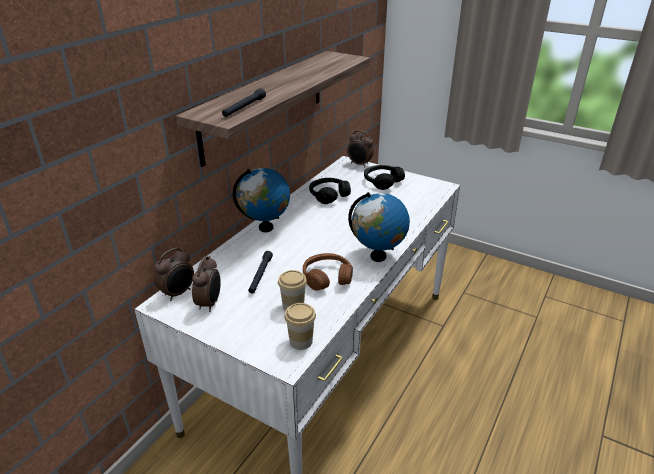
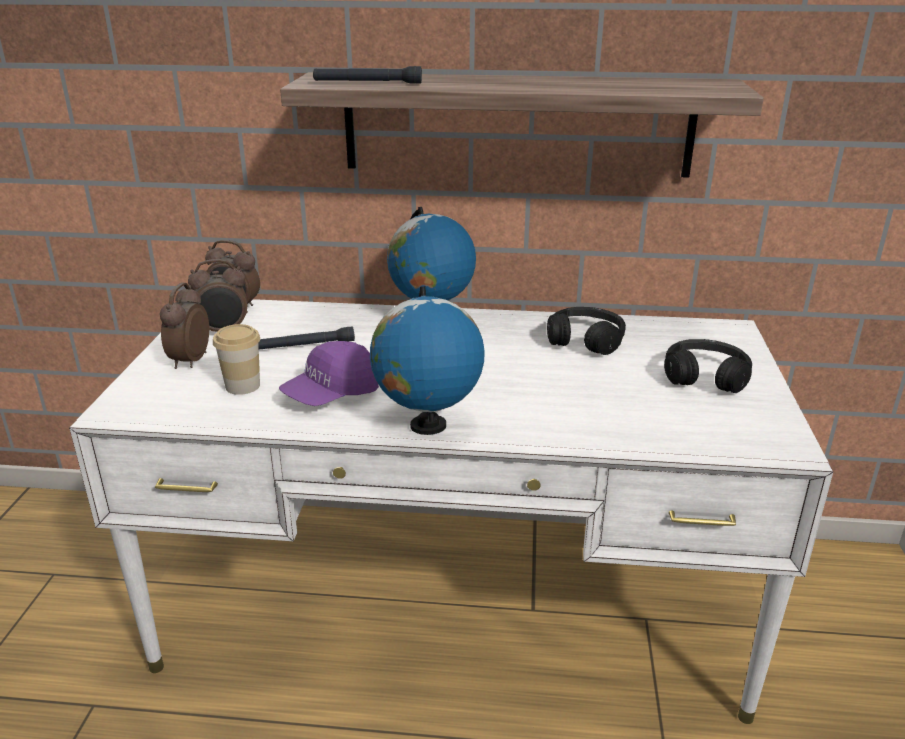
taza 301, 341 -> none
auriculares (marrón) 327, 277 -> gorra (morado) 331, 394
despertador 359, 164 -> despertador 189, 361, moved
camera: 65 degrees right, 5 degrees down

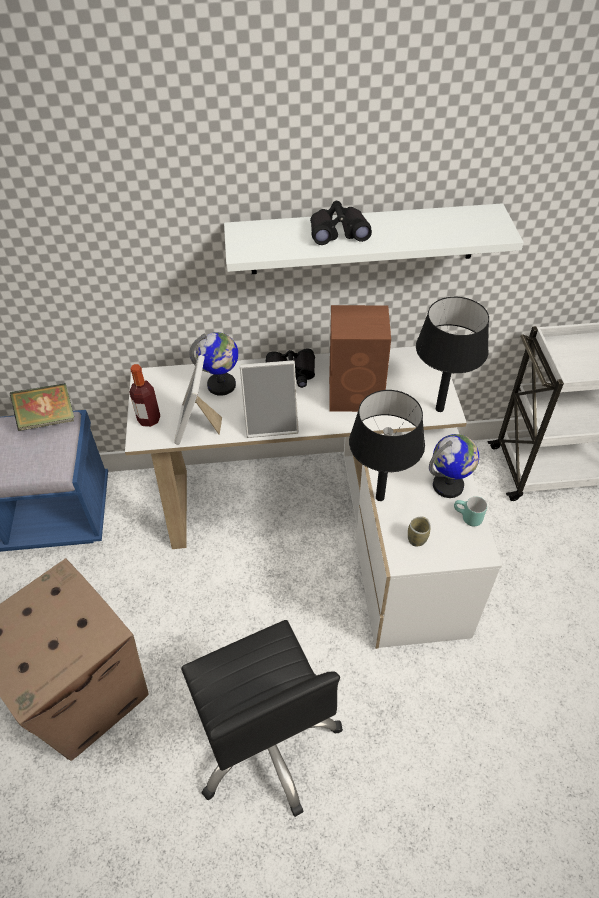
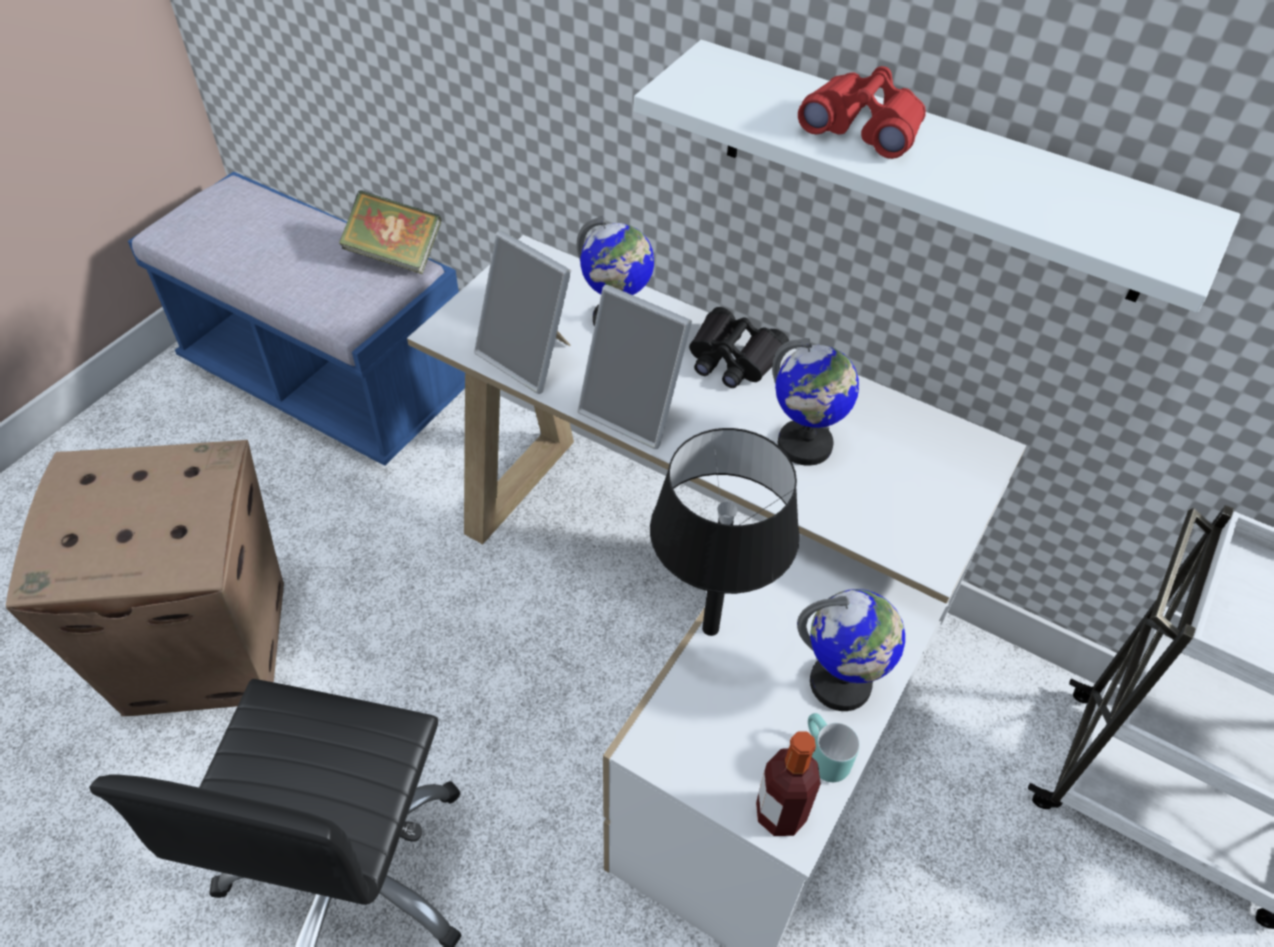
botella 149, 419 -> botella 780, 813, moved
portarretratos 197, 426 -> portarretratos 529, 358, 90 degrees counterclockwise
prismáticos (negro) 338, 232 -> prismáticos (rojo) 863, 128
altavoz (marrón) 357, 394 -> globo terráqueo 804, 445
taza 417, 539 -> none
lámpara de mesa (negro) 439, 409 -> none
camera: 35 degrees right, 0 degrees up

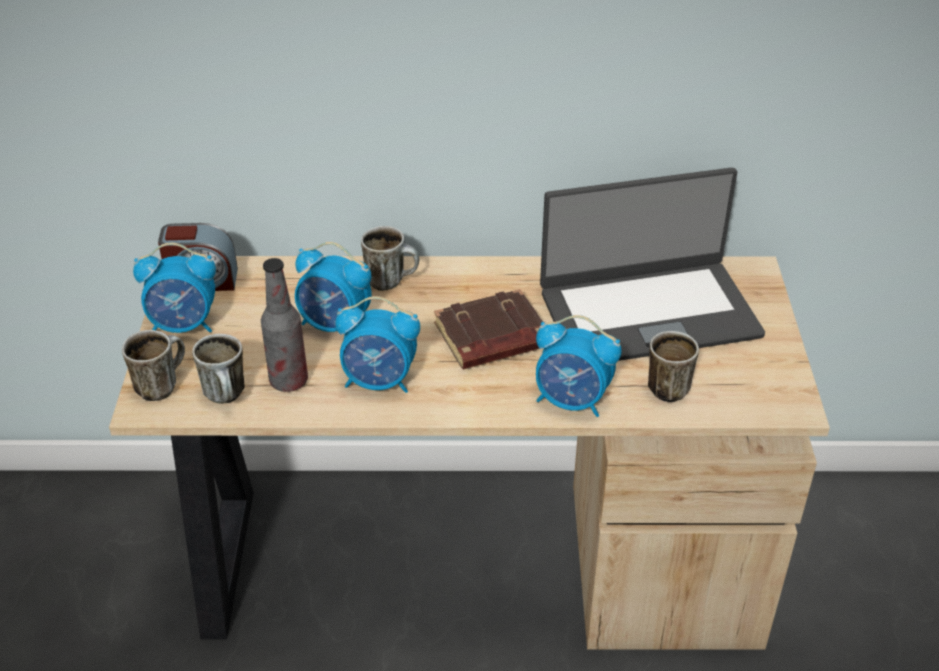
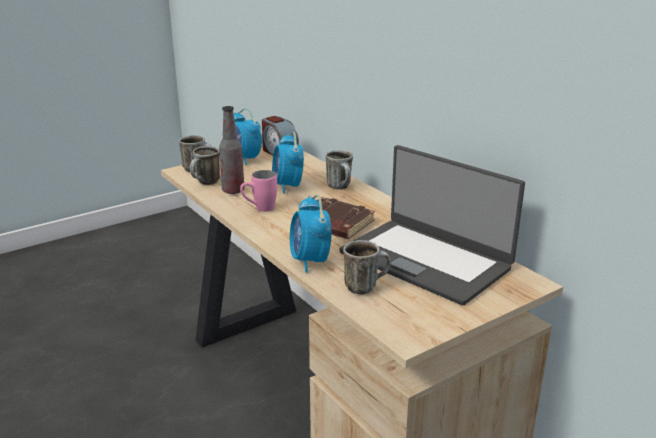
despertador 380, 381 -> taza grande (rosa) 259, 209
camera: 55 degrees right, 15 degrees down

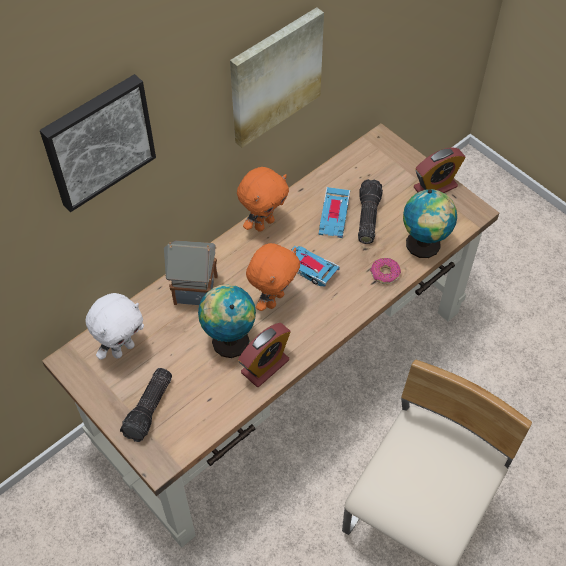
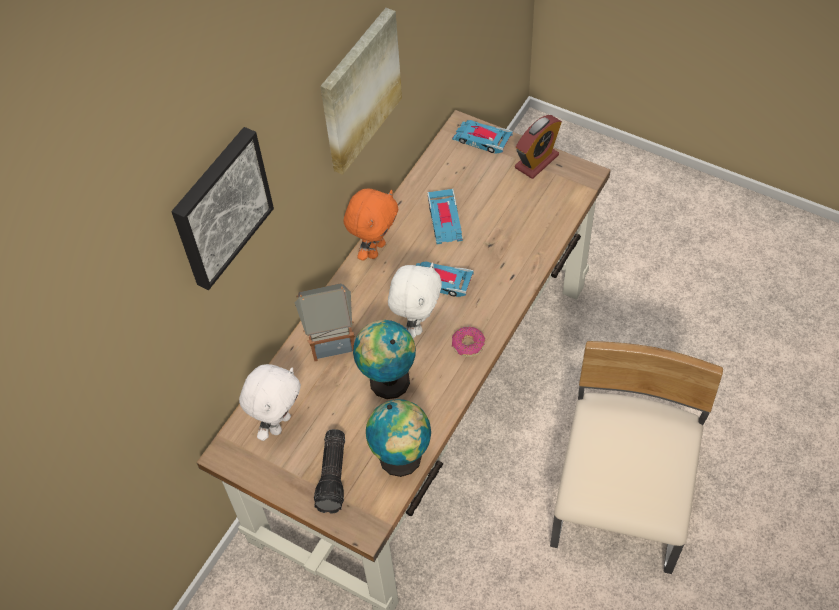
despertador 265, 366 -> none
peluche (naranja) 273, 299 -> peluche (blanco) 416, 324
linterna 366, 217 -> none
rosquilla 384, 274 -> rosquilla 468, 345, moved
globo terráqueo 424, 246 -> globo terráqueo 402, 459, moved
none -> coche de juguete 482, 139
camera: 15 degrees left, 0 degrees up

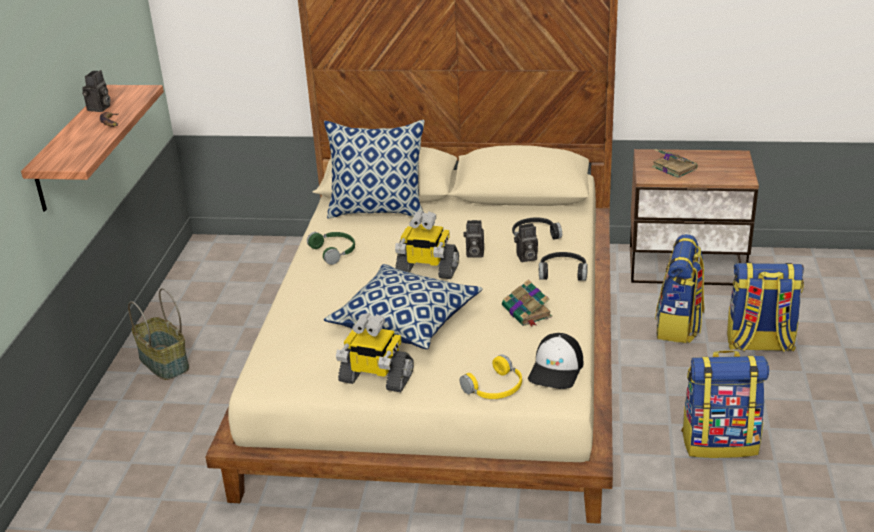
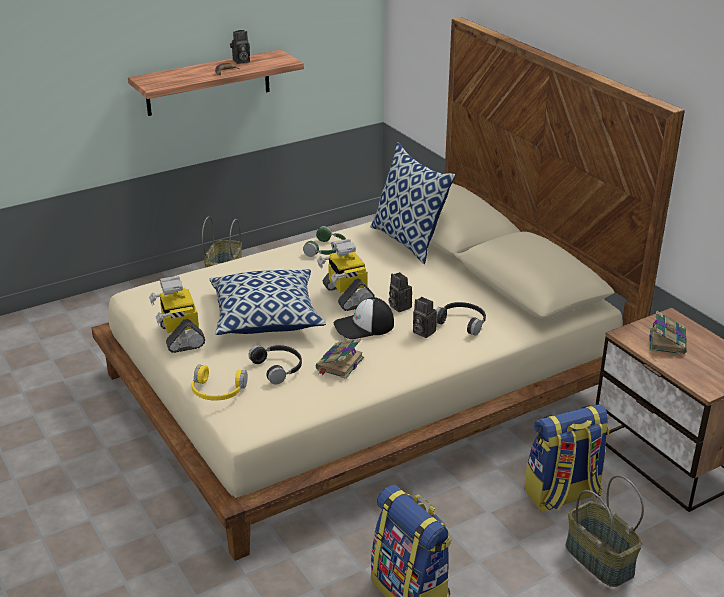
gorra 556, 369 -> gorra 364, 326, moved
auriculares (negro) 563, 272 -> auriculares (negro) 279, 368, moved
mochila 759, 344 -> cesta 598, 559
camera: 50 degrees right, 0 degrees up

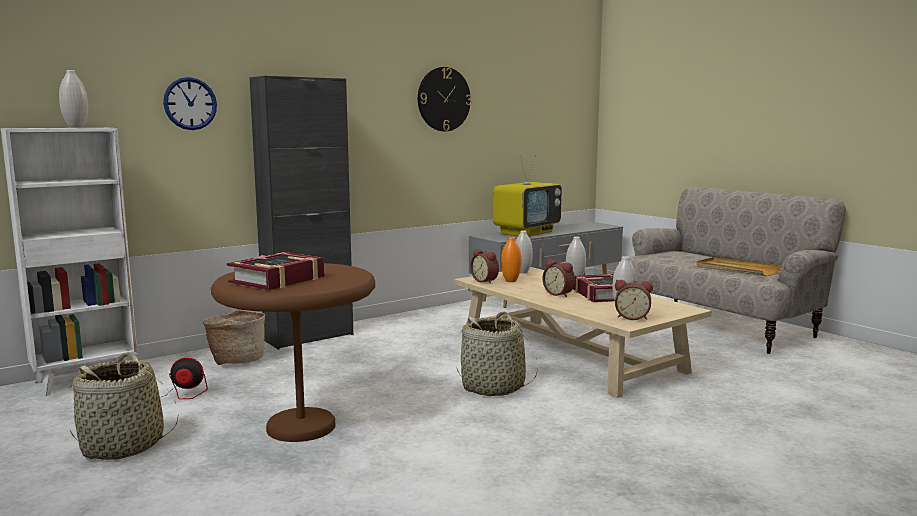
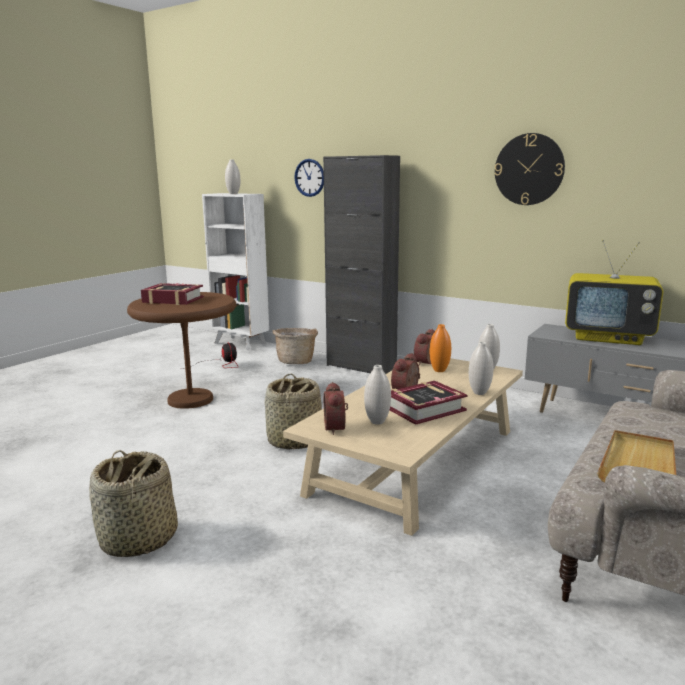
cesta 123, 446 -> cesta 138, 540, moved
camera: 70 degrees right, 5 degrees up

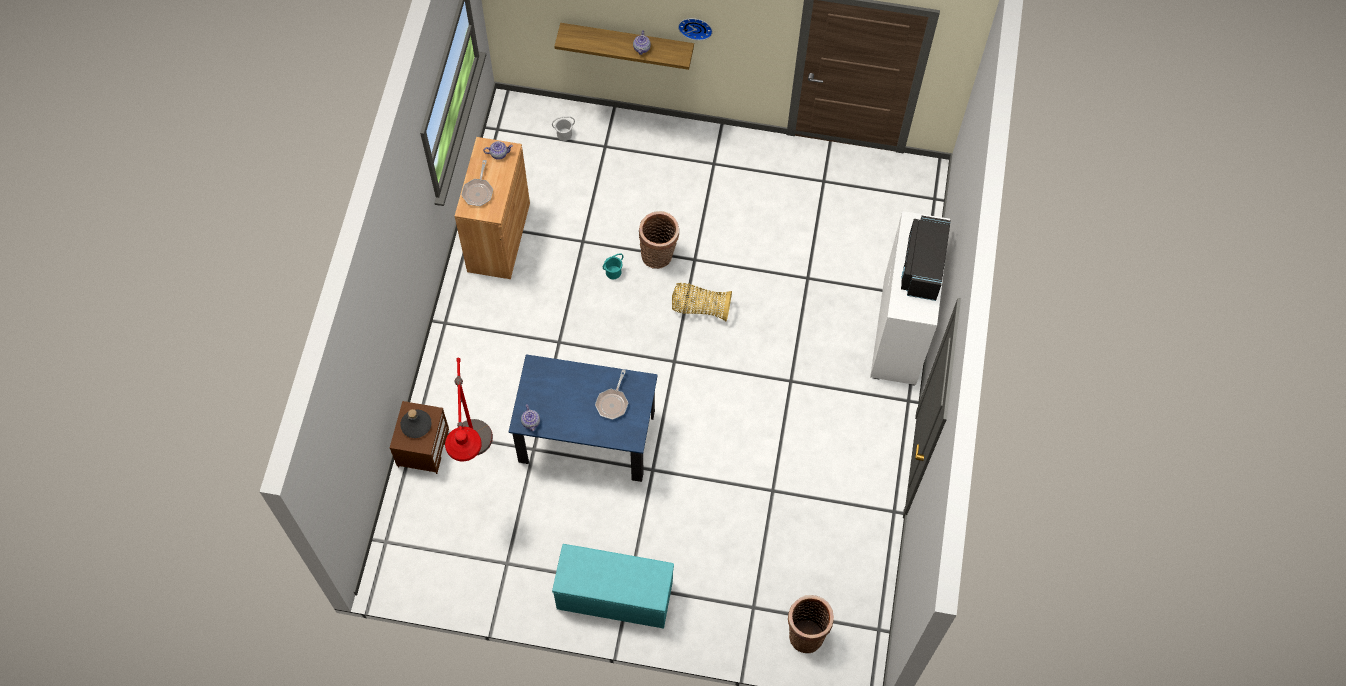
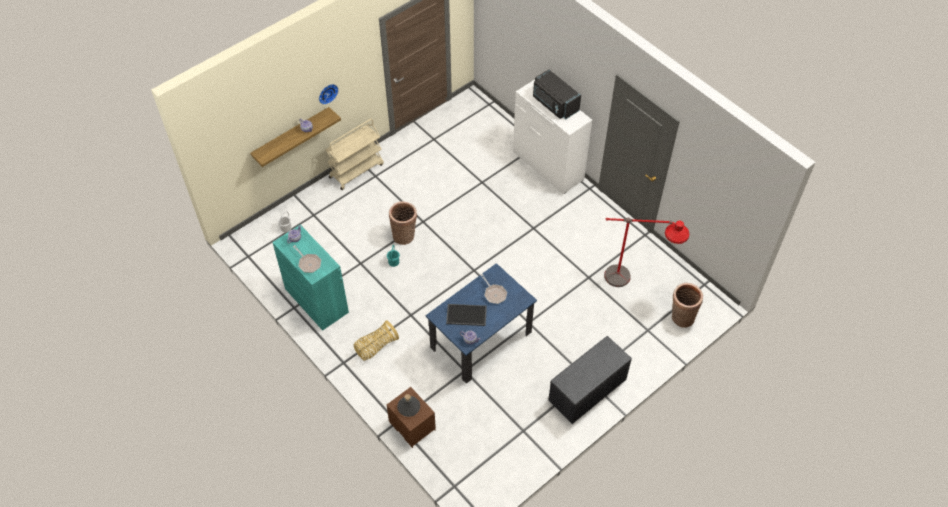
lámpara de pie (rojo) 475, 463 -> lámpara de pie (rojo) 634, 284, moved
armario (marrón) 498, 237 -> armario (turquesa) 316, 300
banco (turquesa) 613, 596 -> banco (gris) 587, 390
cesta 700, 308 -> cesta 376, 347, moved
none -> carrito (beis) 356, 170
none -> bandeja 466, 315
camera: 50 degrees left, 10 degrees down

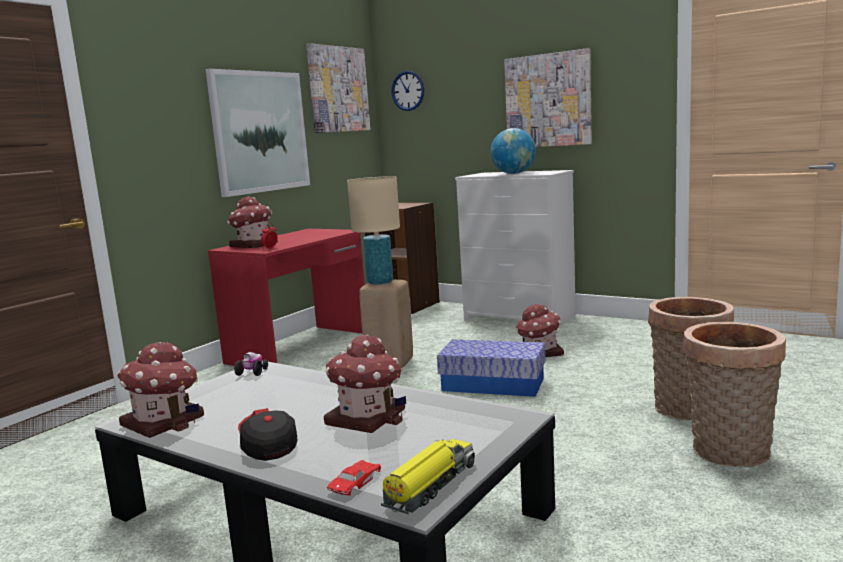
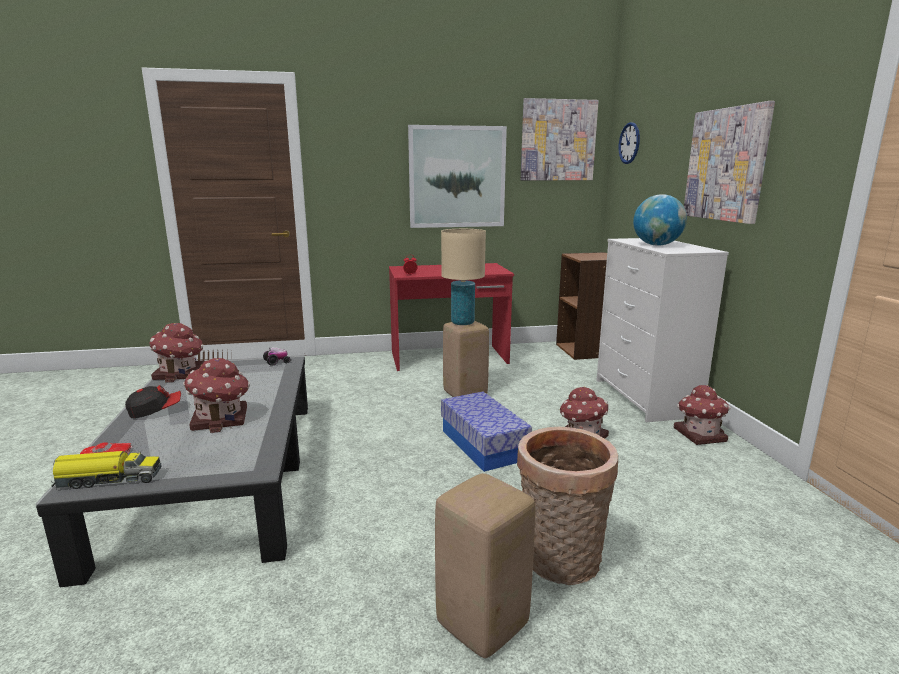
casita 253, 245 -> casita 699, 434, moved
gorra 267, 446 -> gorra 156, 410, 45 degrees clockwise
cesta 729, 454 -> taburete (beis) 482, 625
camera: 45 degrees right, 5 degrees up

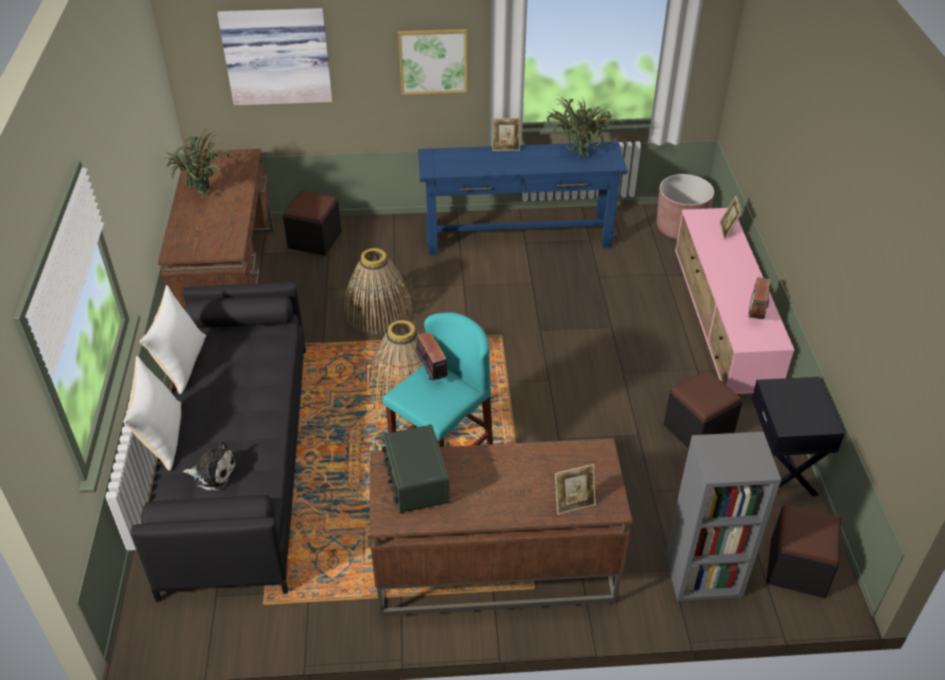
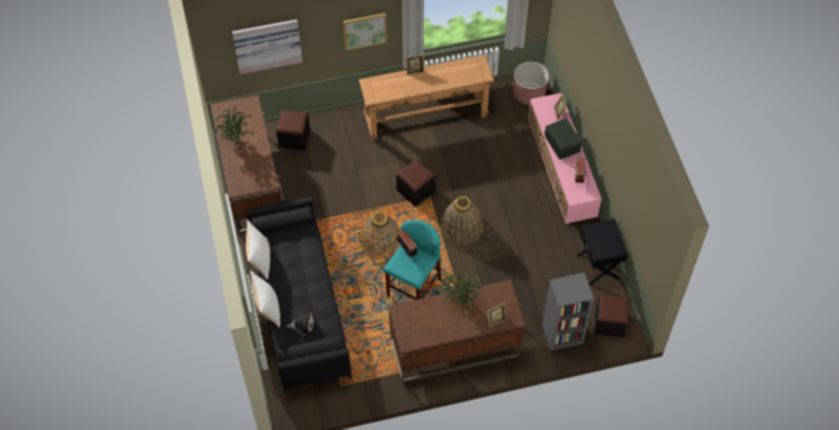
cesta 378, 312 -> cesta 461, 227, moved
radio 415, 481 -> radio 561, 144, moved
mesa consola (azul) 518, 237 -> mesa consola (marrón) 426, 116
planta en maceta 578, 155 -> planta en maceta 460, 301, moved
puf (negro) 698, 430 -> puf (negro) 415, 190, moved
camera: 10 degrees left, 15 degrees up

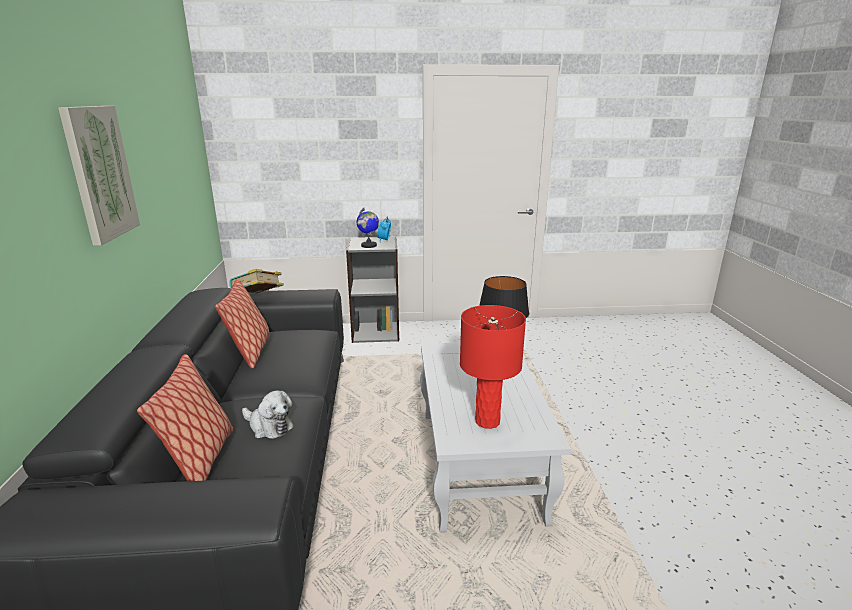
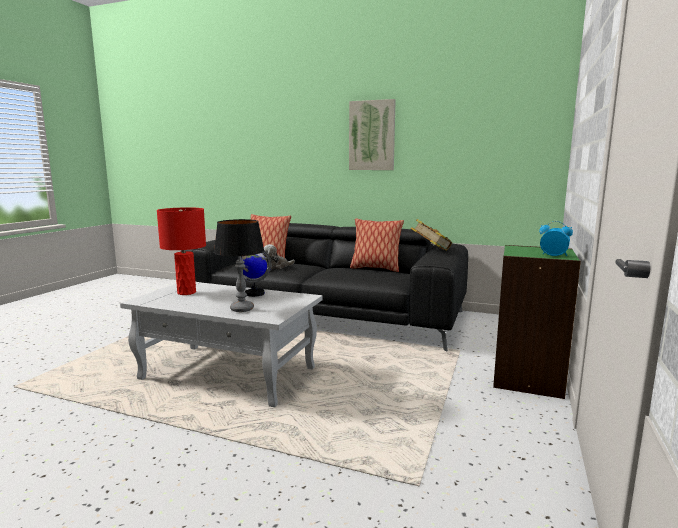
estantería (gris) 376, 332 -> estantería (verde) 528, 378
globo terráqueo 369, 245 -> globo terráqueo 254, 293, moved
camera: 115 degrees right, 10 degrees down

